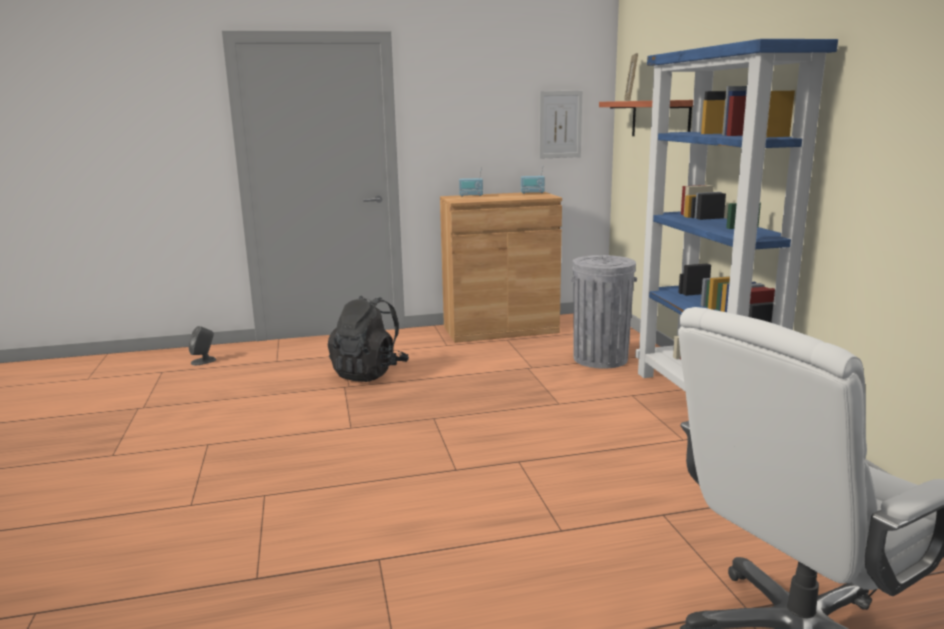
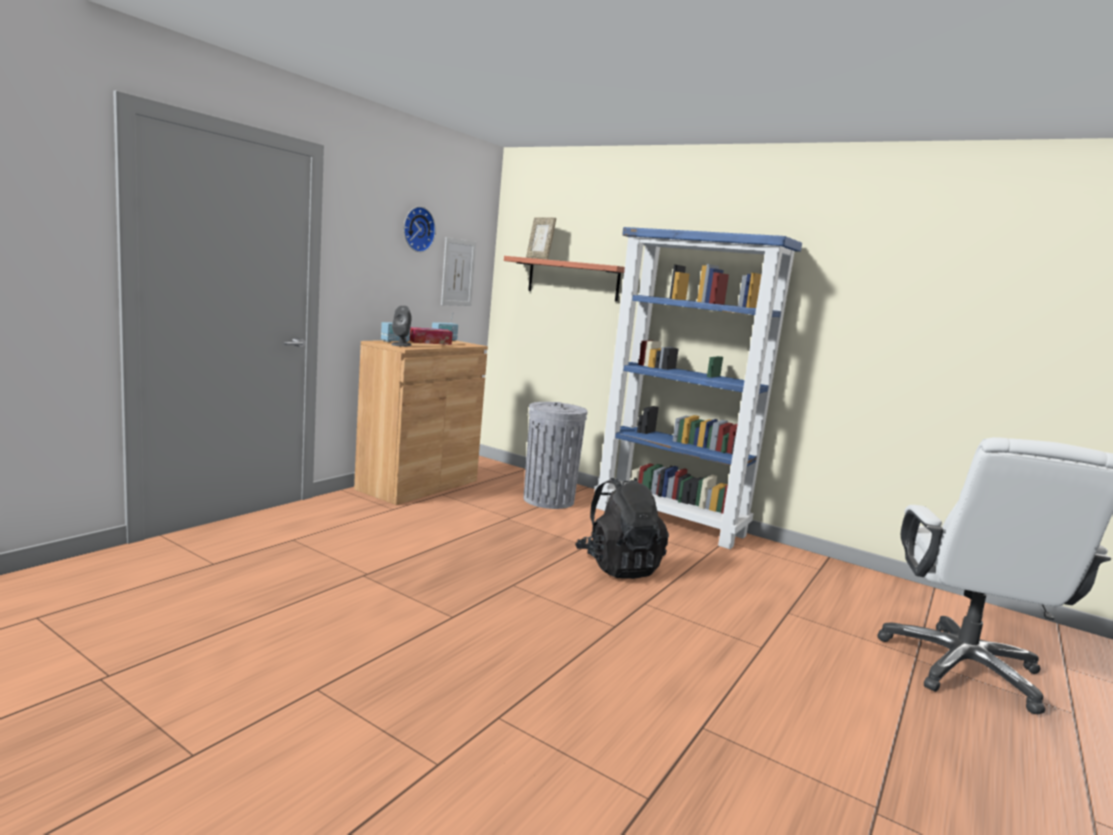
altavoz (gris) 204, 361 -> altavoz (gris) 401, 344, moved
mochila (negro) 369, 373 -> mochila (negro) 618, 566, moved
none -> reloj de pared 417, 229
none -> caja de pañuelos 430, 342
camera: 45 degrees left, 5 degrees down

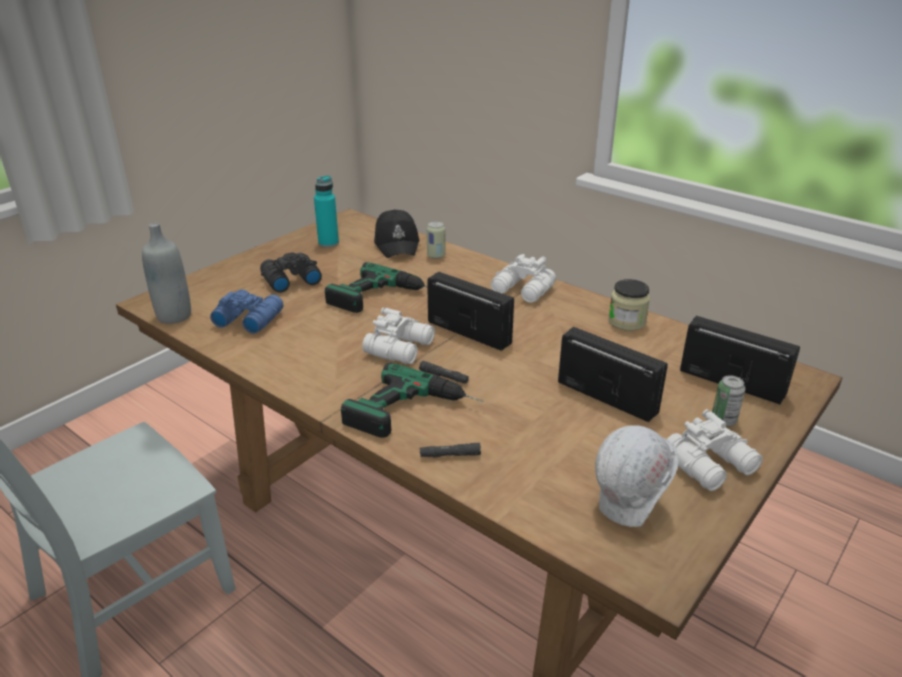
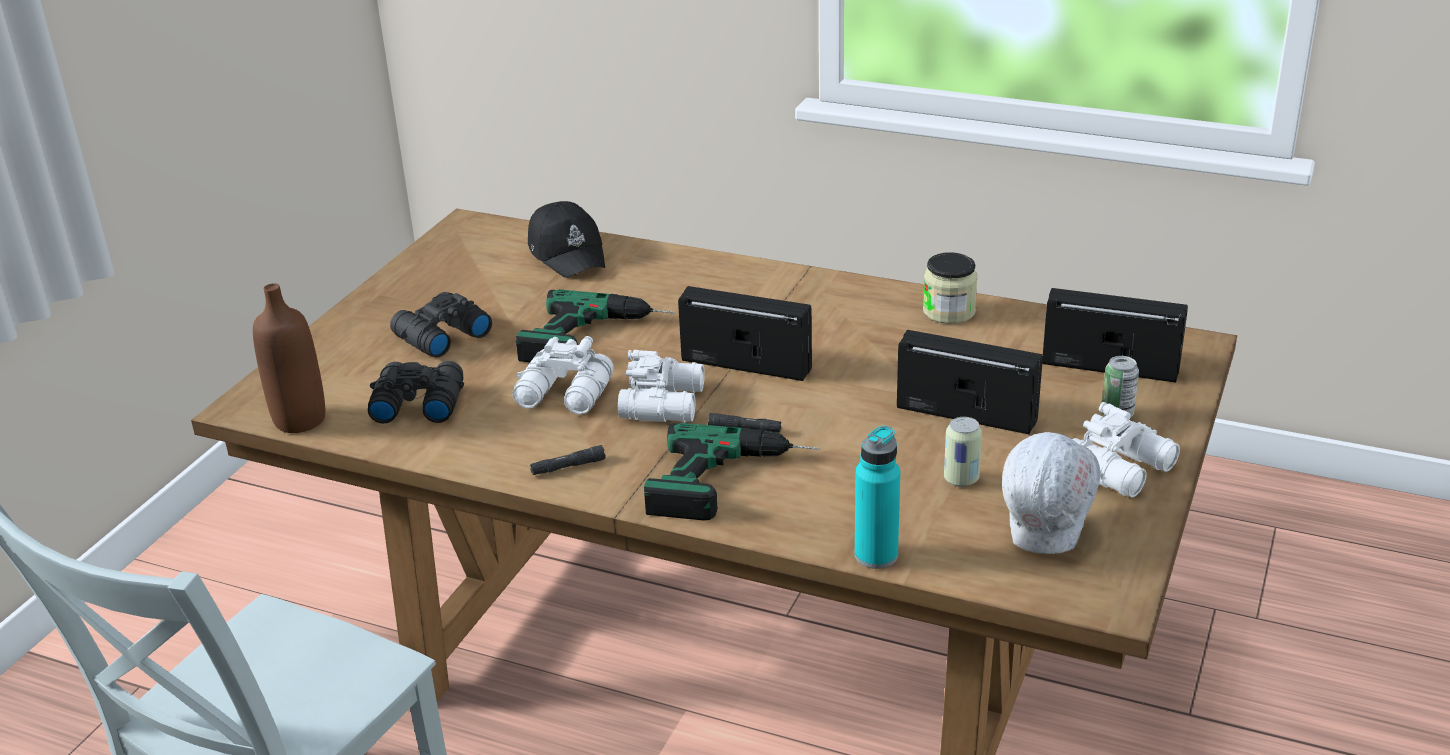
botella (gris) 174, 316 -> botella (marrón) 299, 420
prismáticos (azul) 248, 318 -> prismáticos (negro) 417, 403
botella (turquesa) 328, 243 -> botella (turquesa) 876, 555, moved
linterna (negro) 450, 455 -> linterna (negro) 568, 467, moved
lata 436, 256 -> lata 961, 479, moved
prismáticos (blanco) 523, 290 -> prismáticos (blanco) 566, 395, moved
camera: 15 degrees left, 0 degrees up

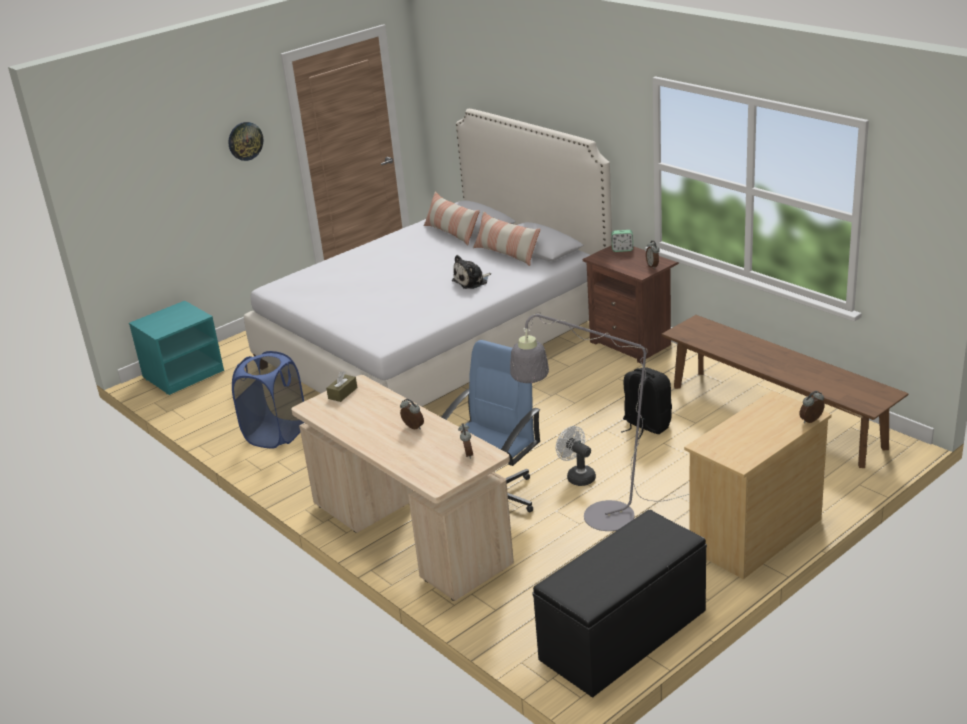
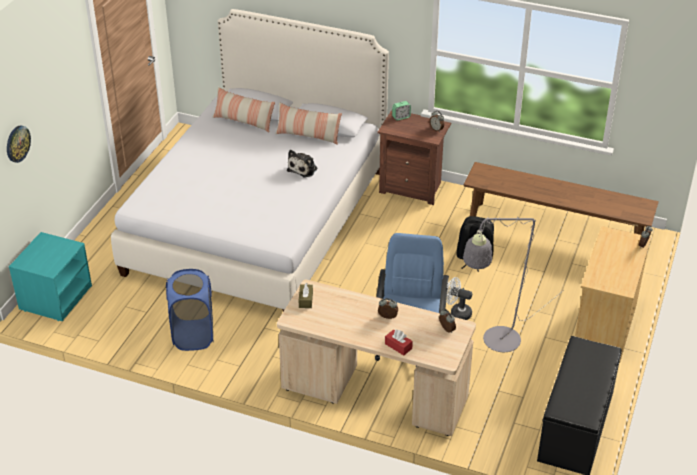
reloj de pared 245, 141 -> reloj de pared 17, 143, moved
none -> caja de pañuelos (rojo) 398, 346
camera: 30 degrees left, 10 degrees up

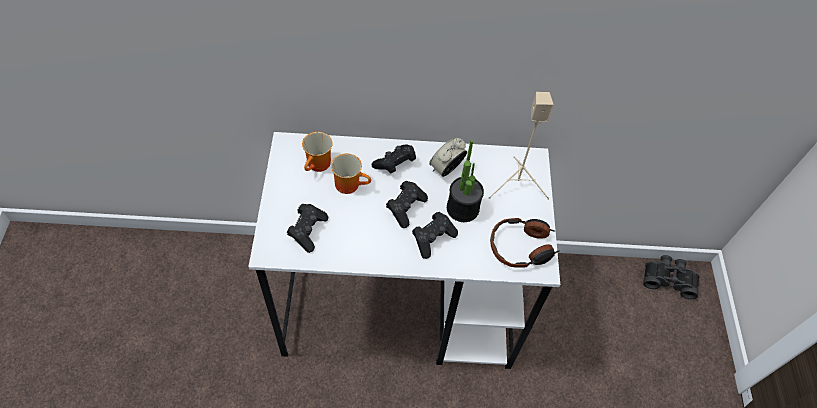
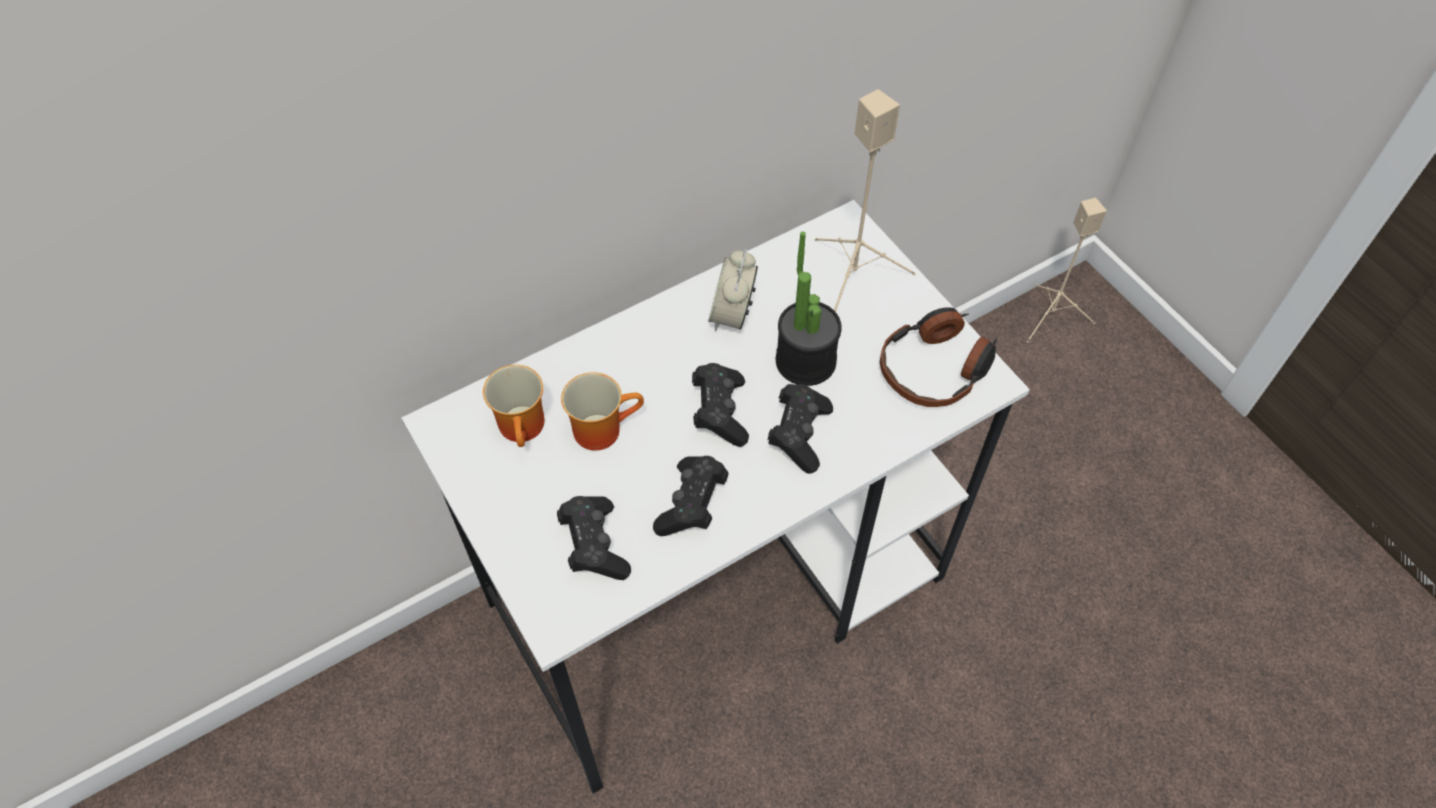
mando de consola (negro) 395, 164 -> mando de consola (negro) 692, 505, moved
prismáticos (negro) 668, 278 -> altavoz (beis) 1052, 316
camera: 30 degrees left, 0 degrees up

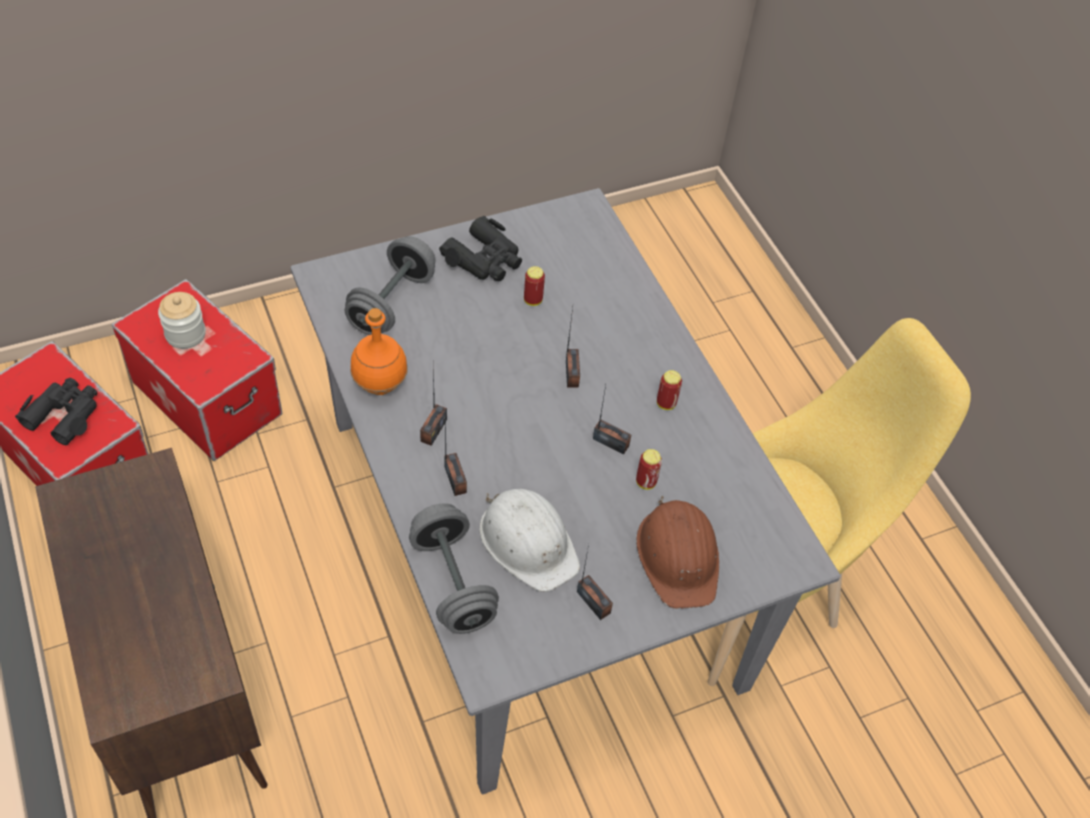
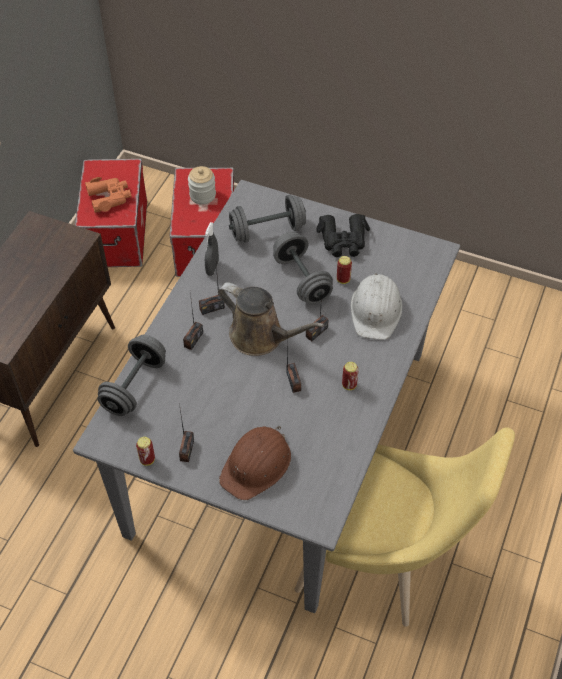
prismáticos (negro) 64, 414 -> prismáticos (naranja) 109, 197
botella (naranja) 380, 386 -> pulverizador (gris) 212, 268
casco (blanco) 528, 542 -> casco (blanco) 376, 310, moved
lata 646, 482 -> lata 147, 459, moved
none -> regadera (marrón) 261, 337
none -> mancuerna (gris) 302, 279
camera: 50 degrees right, 0 degrees up

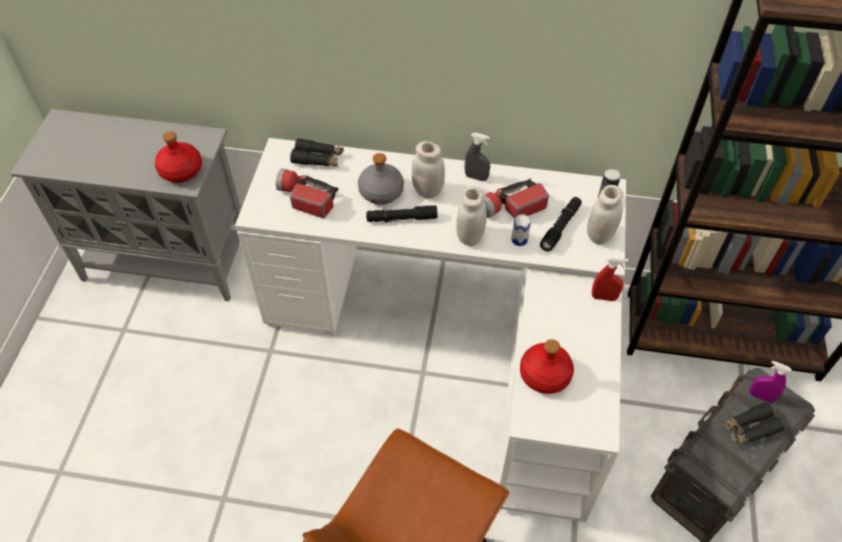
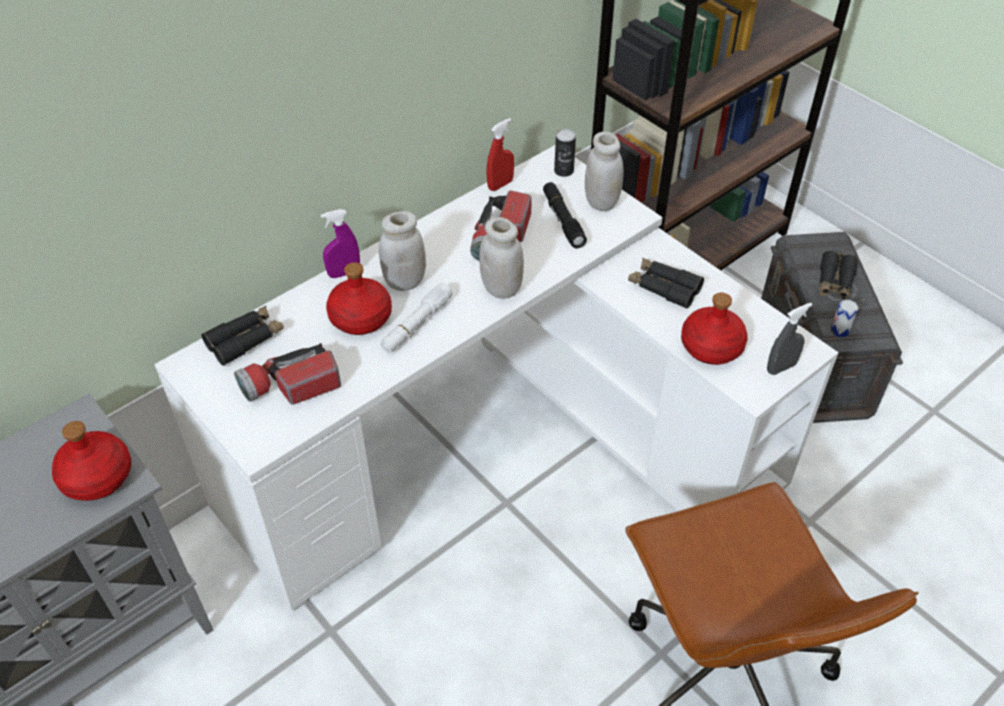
botella (gris) 381, 192 -> botella (rojo) 361, 318
linterna (negro) 401, 218 -> linterna (blanco) 417, 324
pulverizador (gris) 476, 177 -> pulverizador (gris) 781, 367, moved
lata 519, 239 -> lata 839, 330, moved
pulverizador (rojo) 604, 297 -> pulverizador (rojo) 500, 185, moved
pulverizador (morado) 760, 396 -> pulverizador (morado) 344, 273, moved
none -> prismáticos (negro) 664, 287
camera: 50 degrees left, 5 degrees down

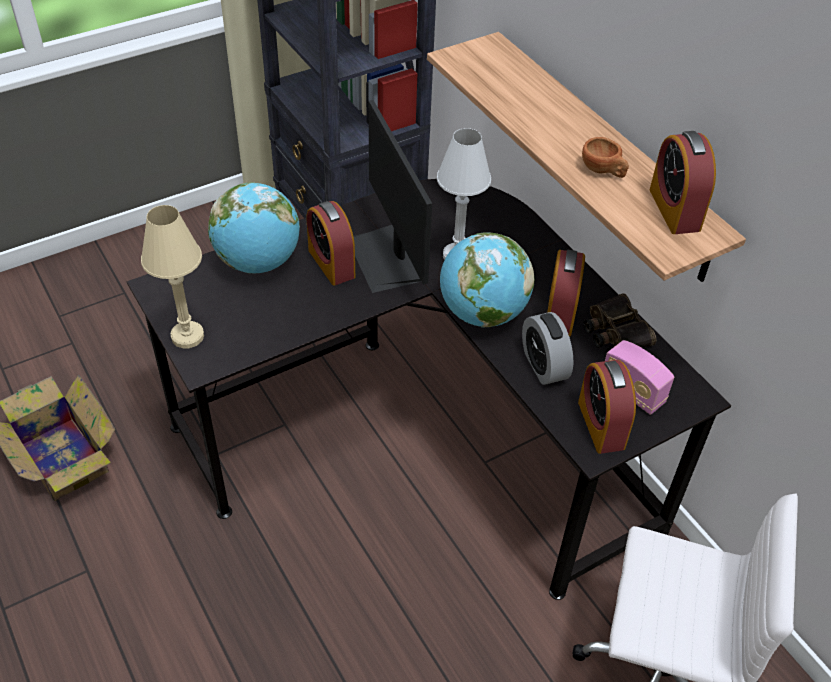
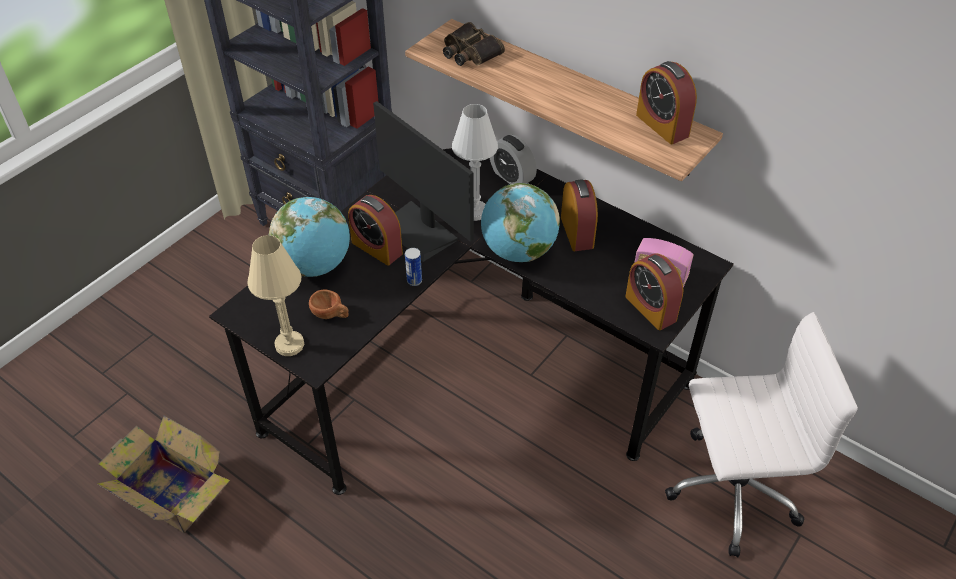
despertador 543, 366 -> despertador 512, 177, moved
taza (marrón) 603, 171 -> taza (marrón) 331, 314, moved
prismáticos 614, 331 -> prismáticos 469, 52, moved
none -> lata 414, 281
camera: 20 degrees left, 0 degrees up

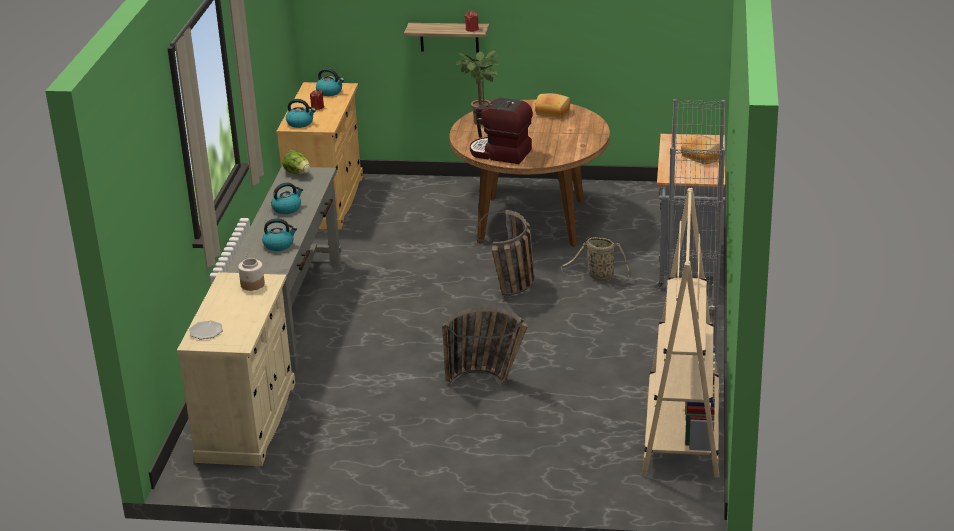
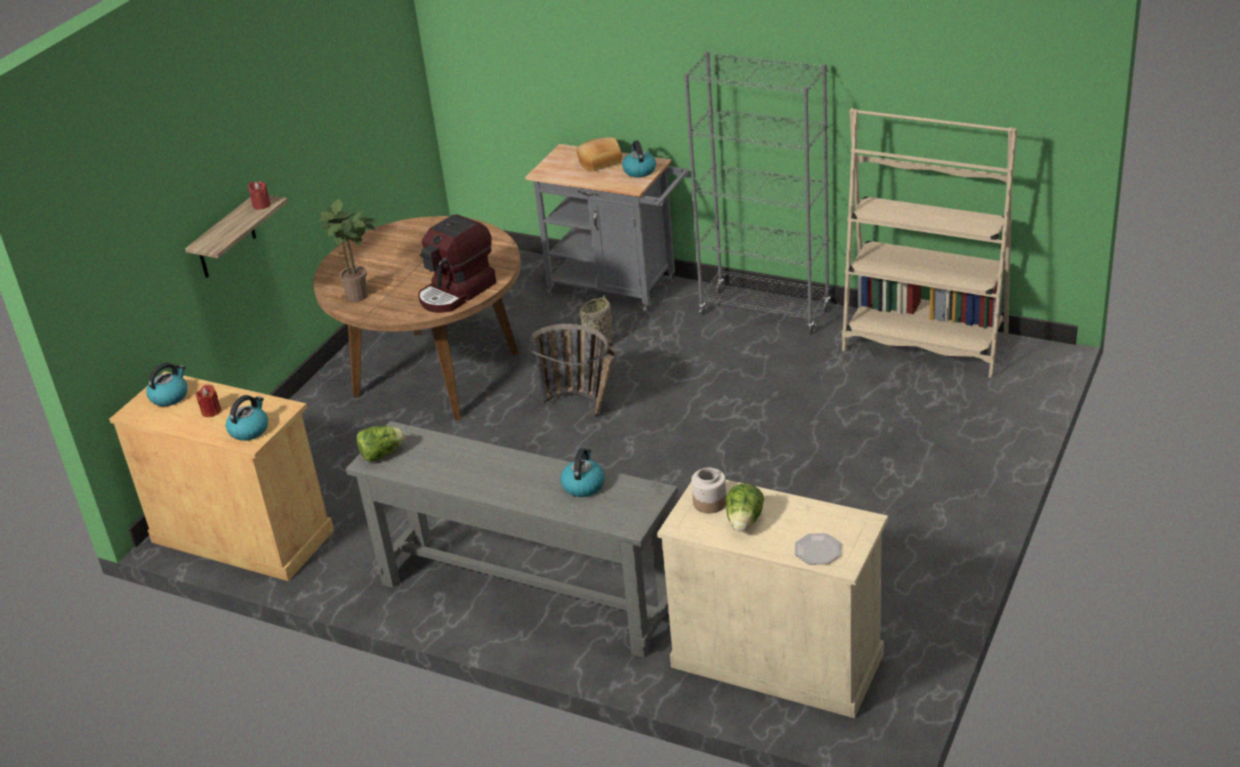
hervidor 287, 208 -> hervidor 639, 171, moved
cesta 487, 381 -> none
pan 553, 112 -> none
none -> lechuga 744, 522
camera: 70 degrees left, 5 degrees up

